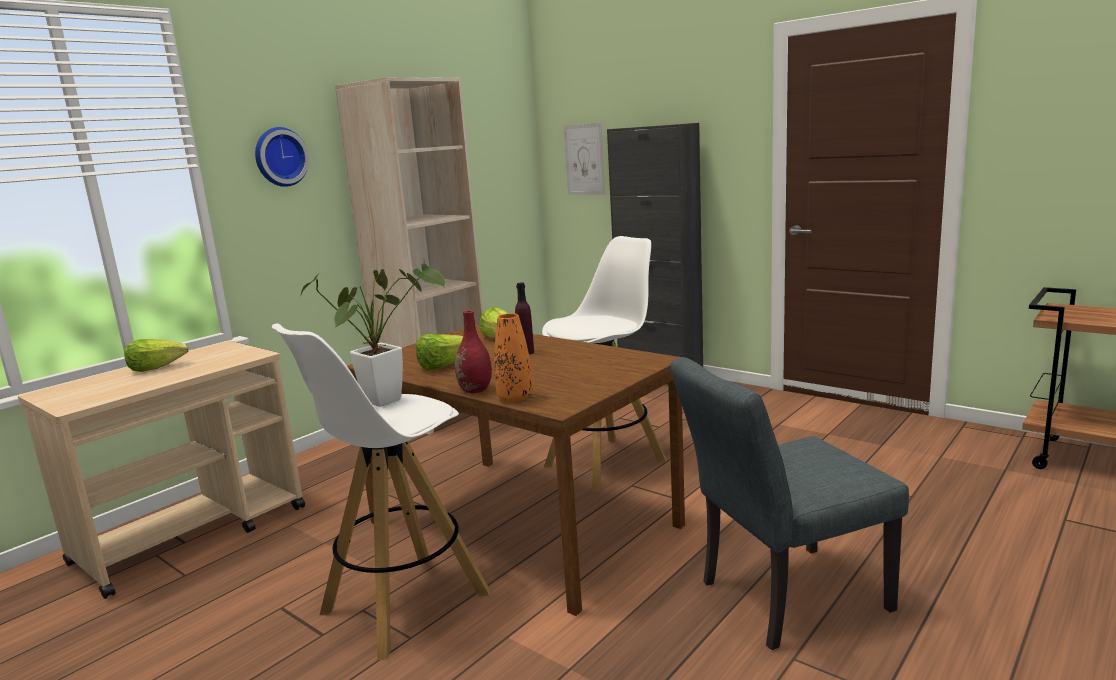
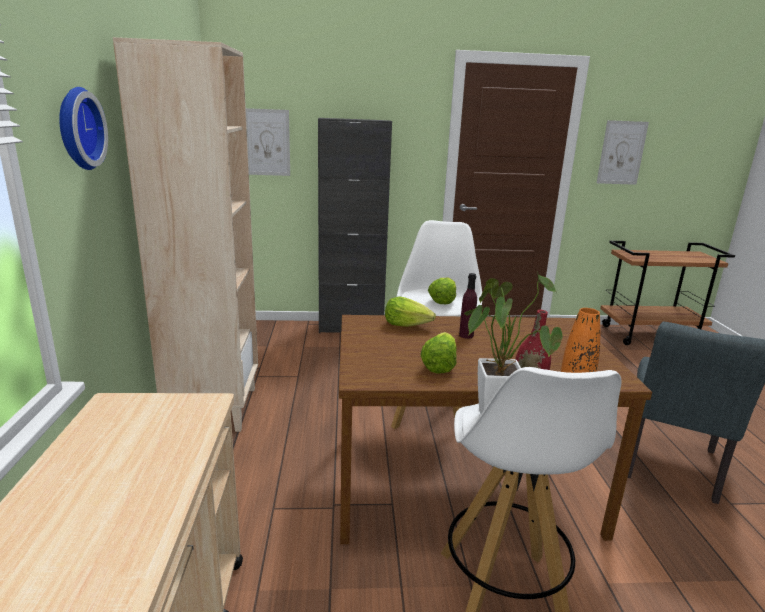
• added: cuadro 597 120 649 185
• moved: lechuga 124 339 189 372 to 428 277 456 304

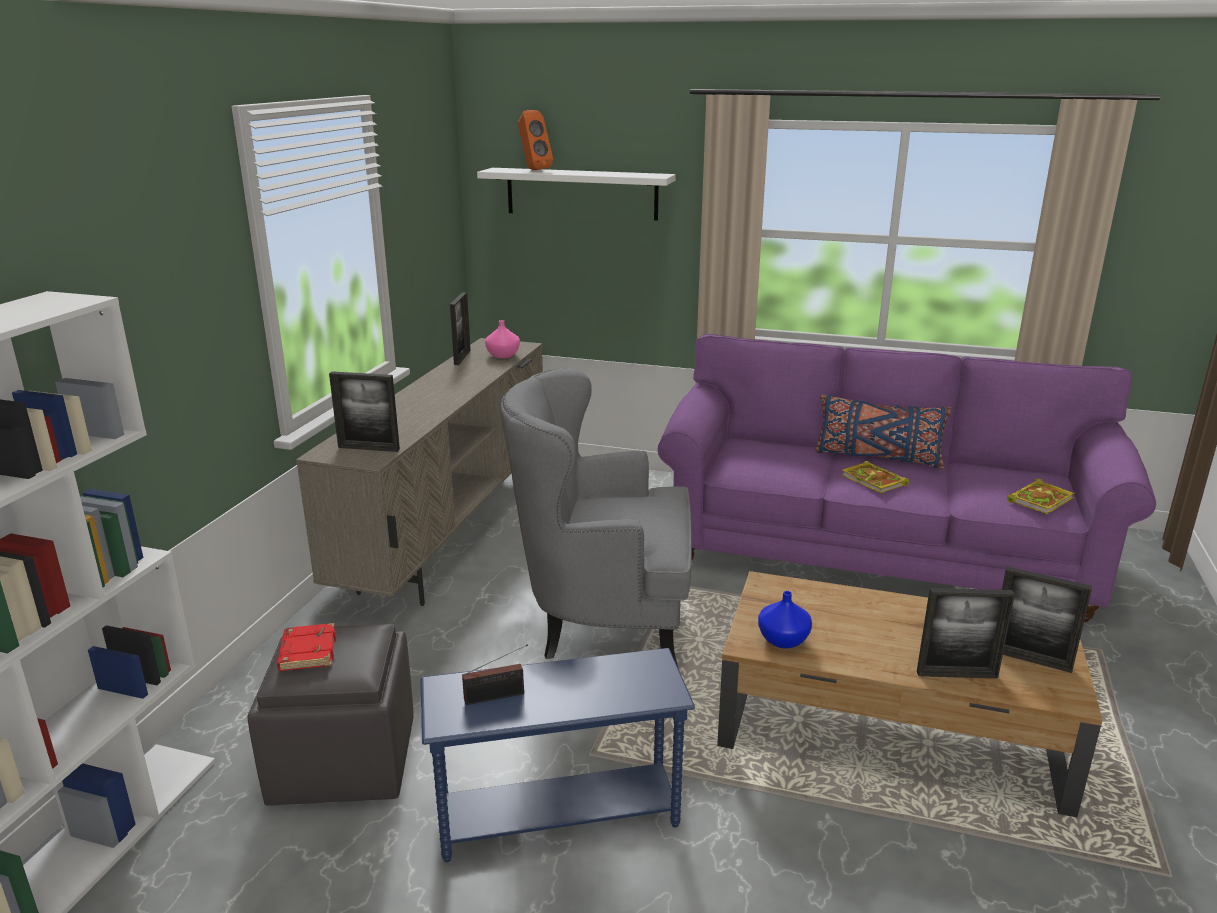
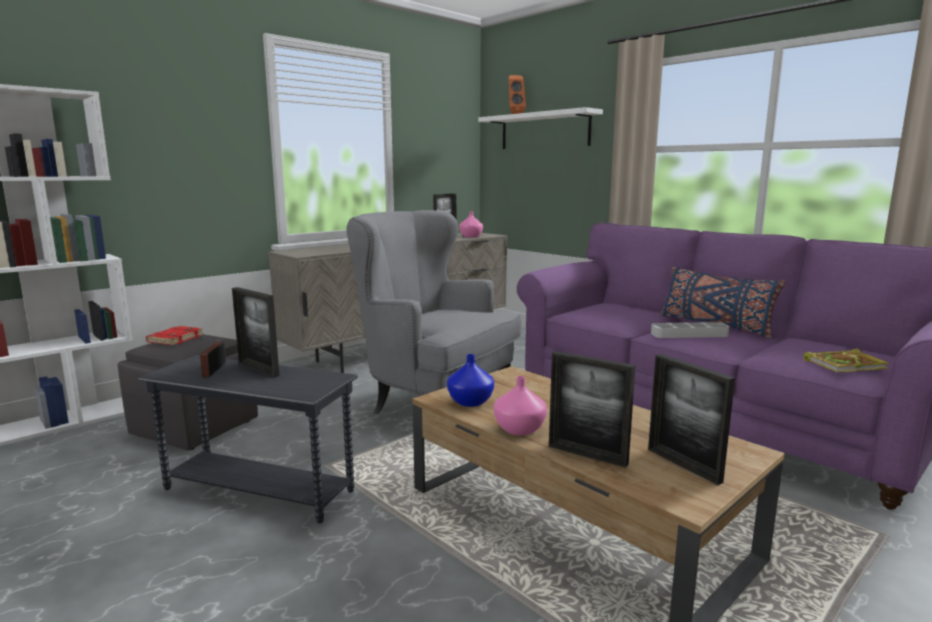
• added: florero (rosa) 494 376 547 436
• moved: portarretratos 329 371 400 452 to 232 287 280 377
• replaced: libro 842 461 909 493 to bandeja (gris) 651 322 729 338
• recoloured: mesa auxiliar (azul) 420 648 695 862 to mesa auxiliar (gris) 138 355 358 523
• turned: radio 462 644 528 705 = 200 339 226 377 75 degrees clockwise

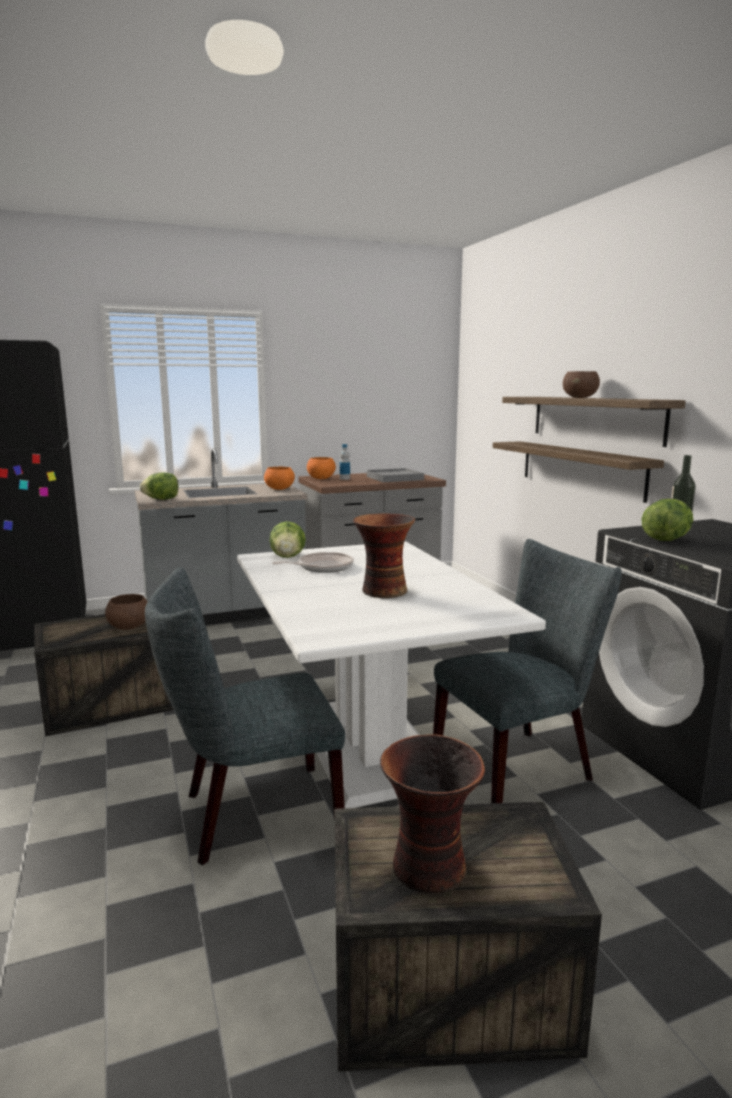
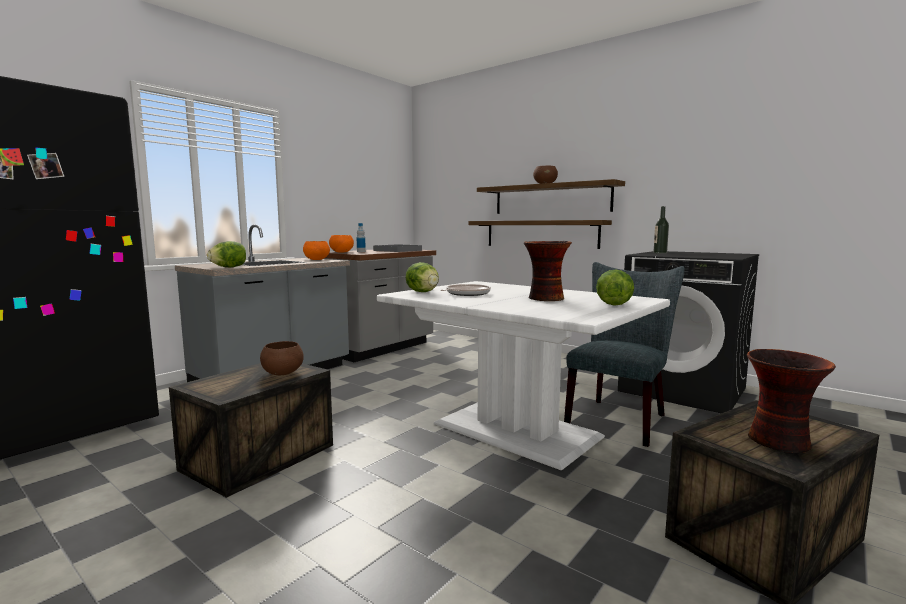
• removed: silla (gris) 145 567 345 865
• moved: lechuga 642 499 693 541 to 596 269 634 306

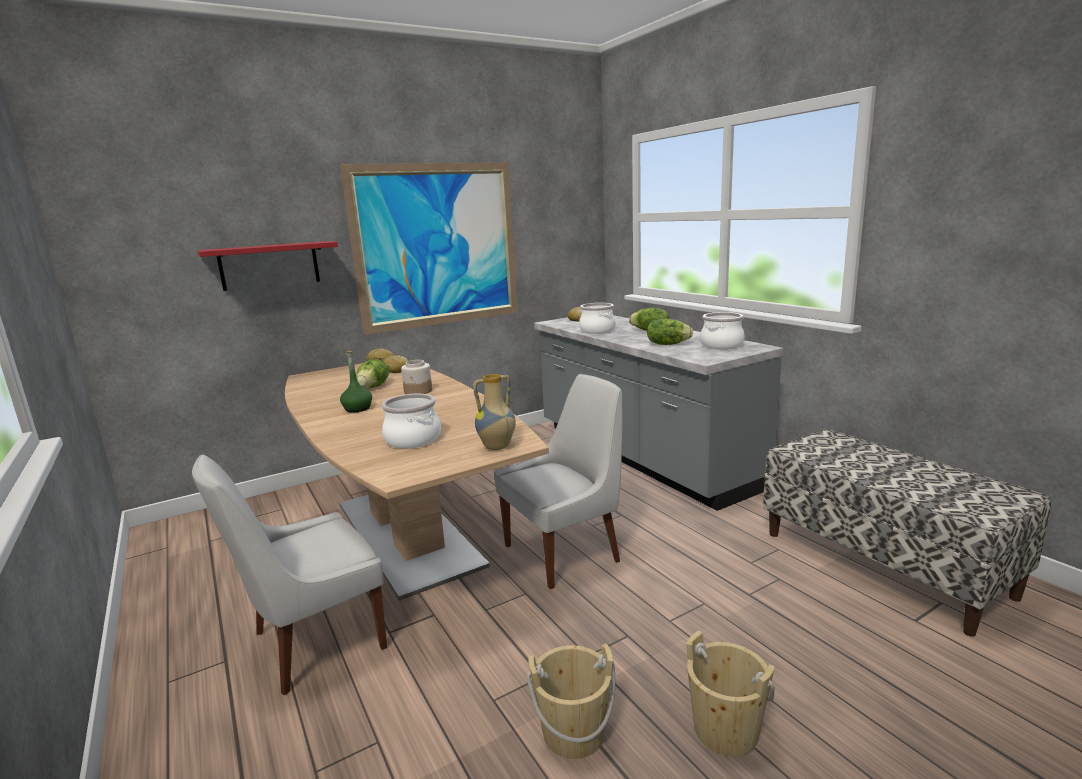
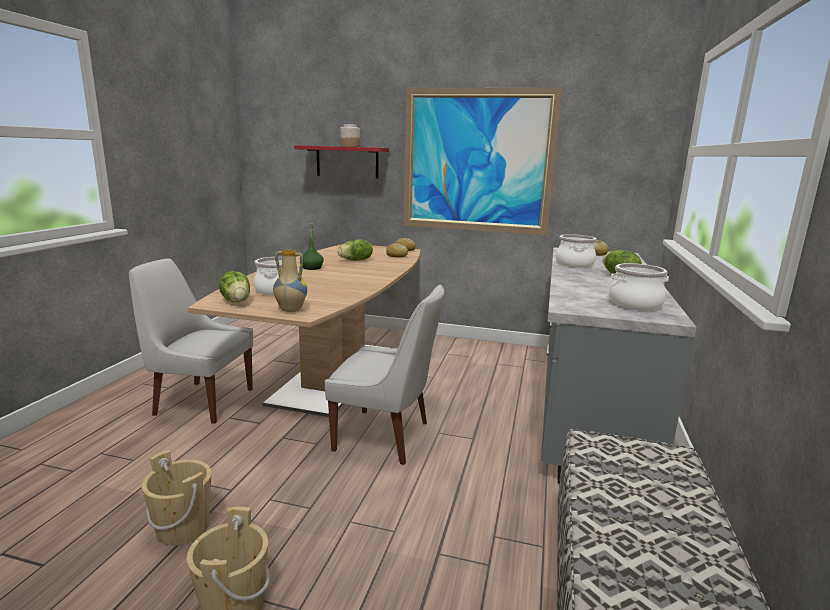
• moved: tarro 401 360 432 394 to 340 124 360 147
• moved: lechuga 647 319 693 345 to 219 271 250 302

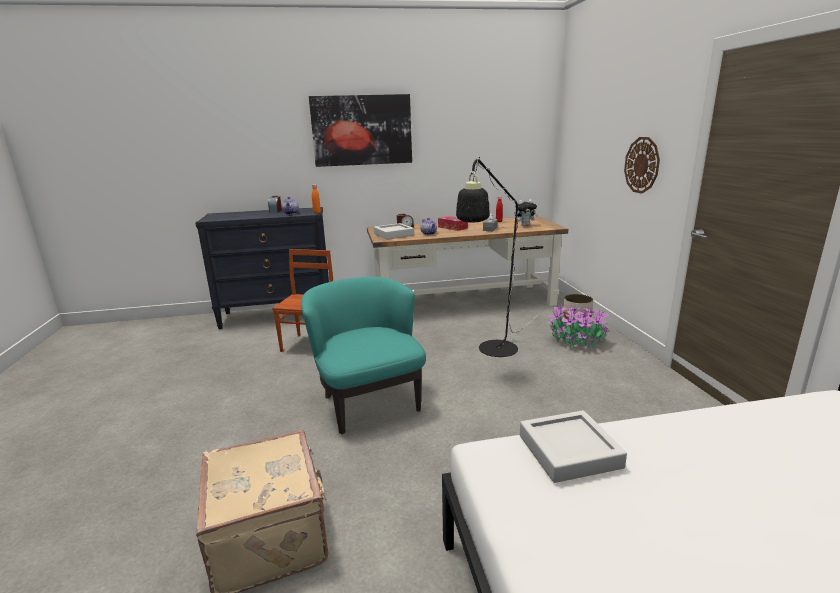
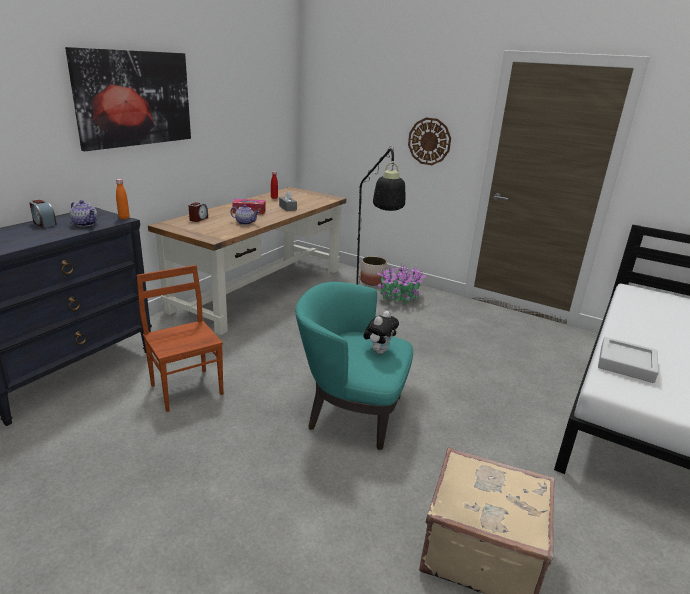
• removed: bandeja (gris) 374 223 414 239
• moved: peluche 515 199 538 226 to 363 311 399 354

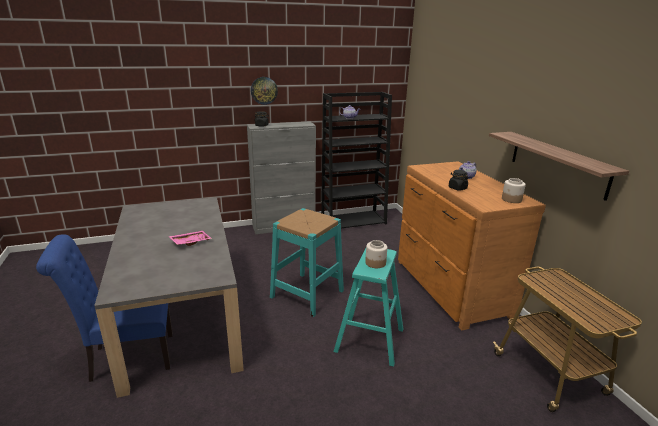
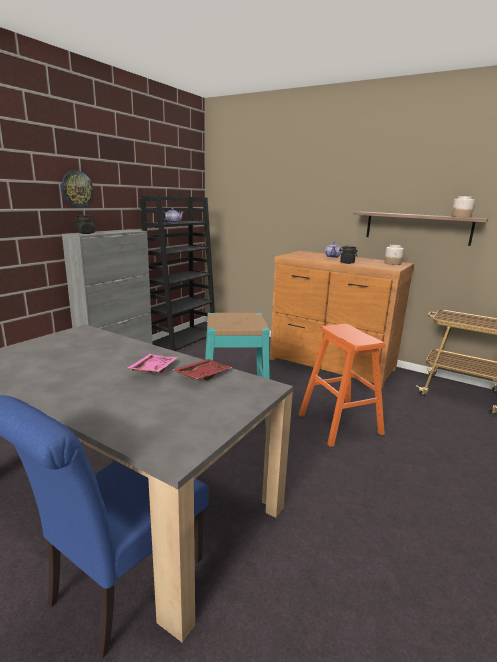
• added: bandeja (rojo) 172 359 233 381
• moved: tarro 365 240 387 268 to 451 196 475 218
• recoloured: taburete (turquesa) 334 249 403 367 to taburete (naranja) 298 324 385 447

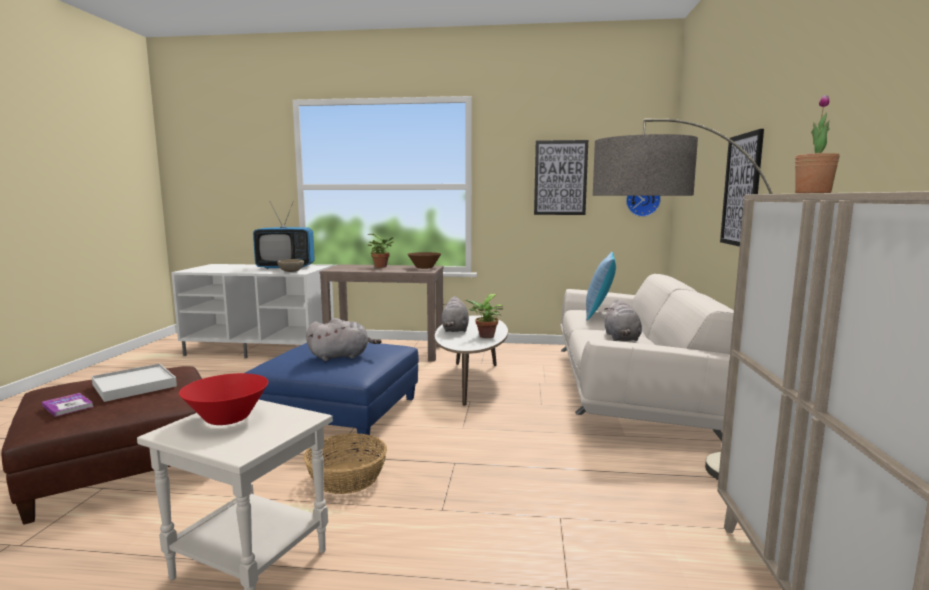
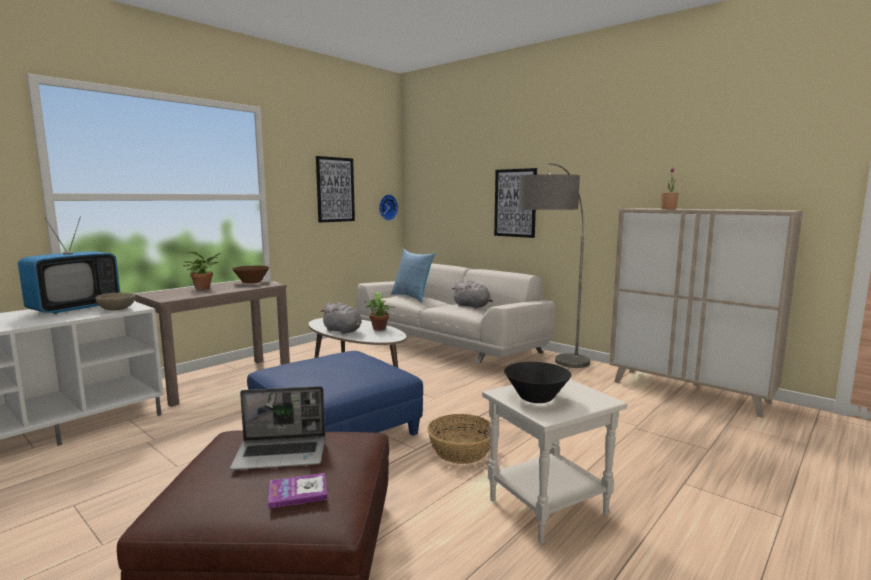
• removed: peluche (gris) 306 318 382 361
• replaced: bandeja (blanco) 92 363 177 402 to portátil 230 386 325 470
• recoloured: cuenco (rojo) 179 373 268 425 to cuenco (negro) 504 362 571 403

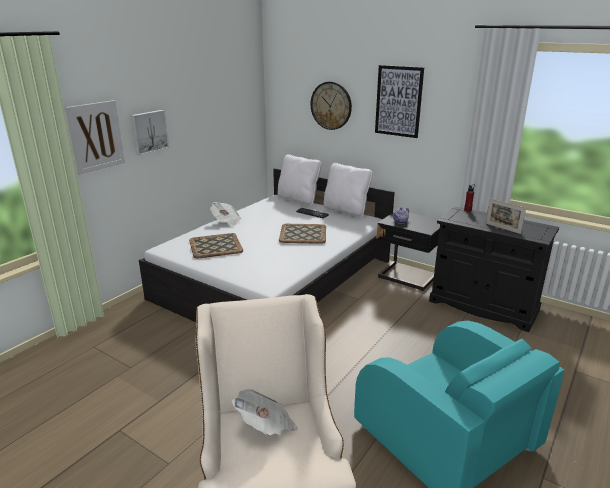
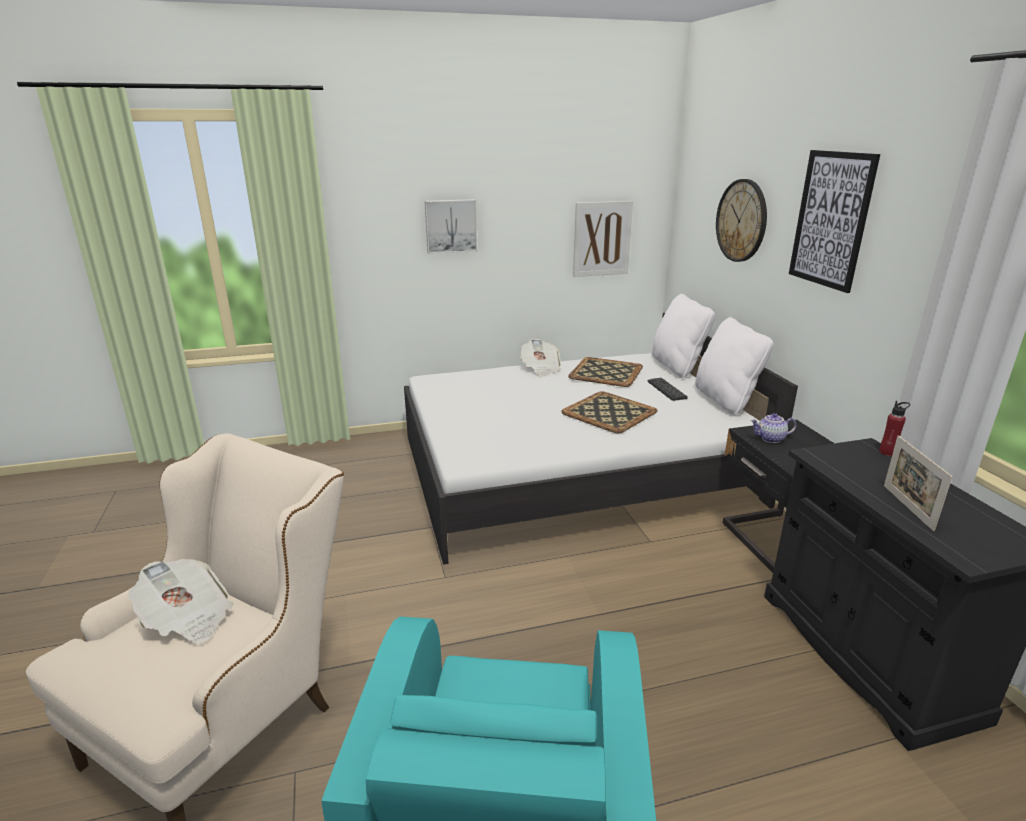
• moved: cuadro 65 100 125 175 to 573 201 633 277
• moved: bandeja 189 233 243 259 to 568 357 643 387

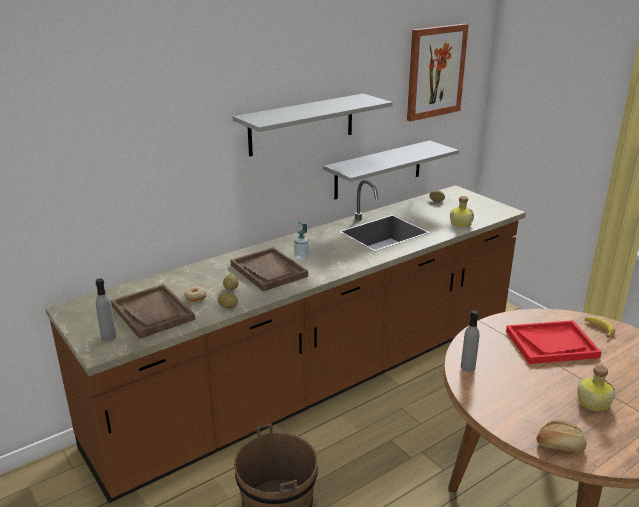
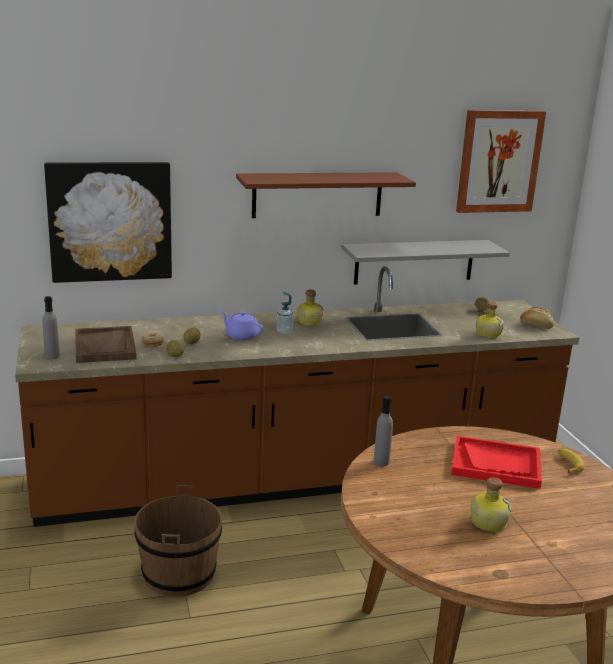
• added: cuadro 44 162 172 283
• added: botella 296 289 324 325
• moved: pan 537 420 587 452 to 520 307 554 329
• replaced: bandeja (marrón) 231 247 308 291 to tetera (morado) 221 310 263 341
• recoloured: estante (gris) 233 94 393 156 to estante (marrón) 236 172 416 218

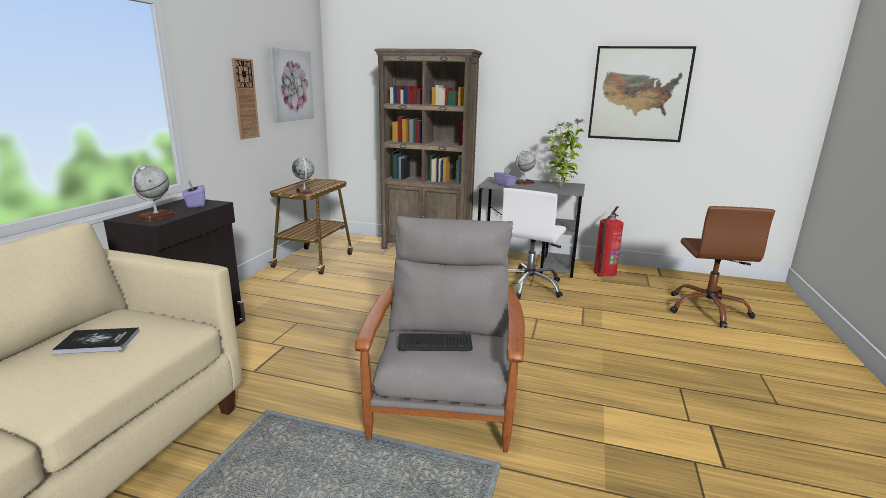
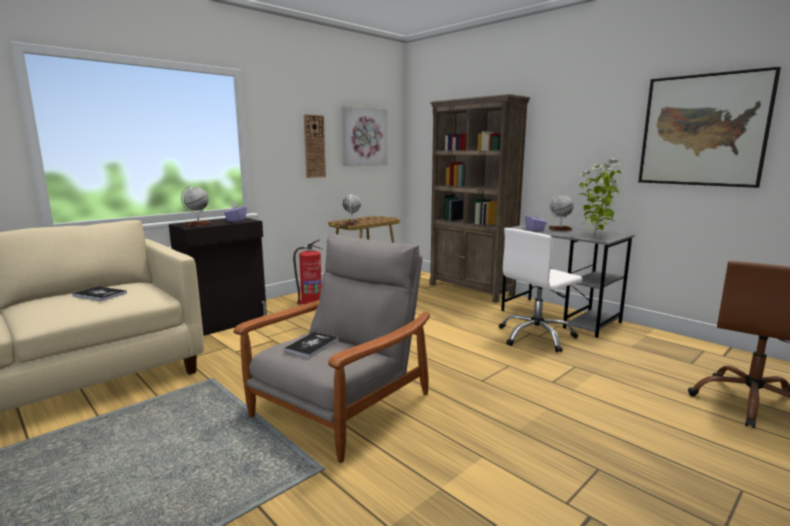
• moved: extintor 593 206 624 277 to 293 239 322 304
• replaced: teclado 398 333 472 351 to libro 284 332 339 358

